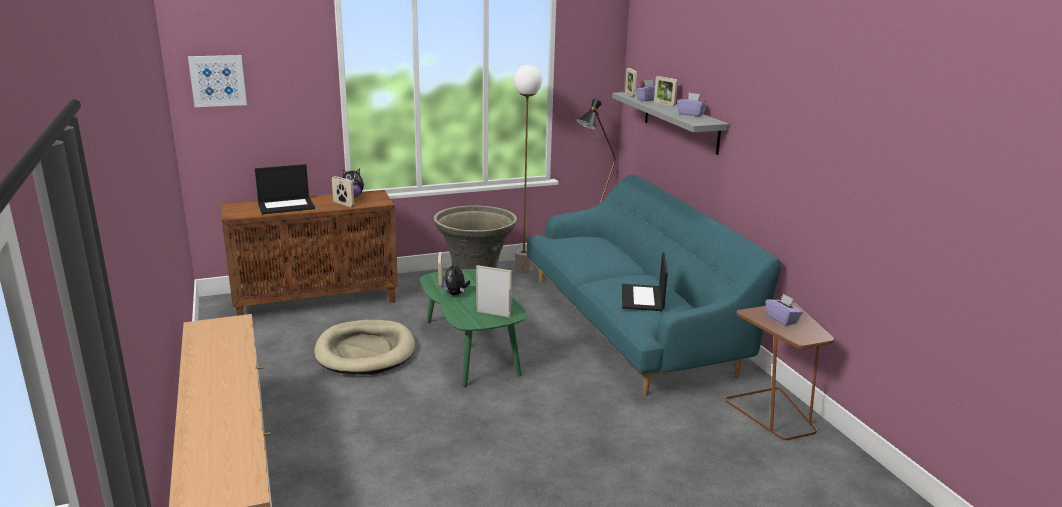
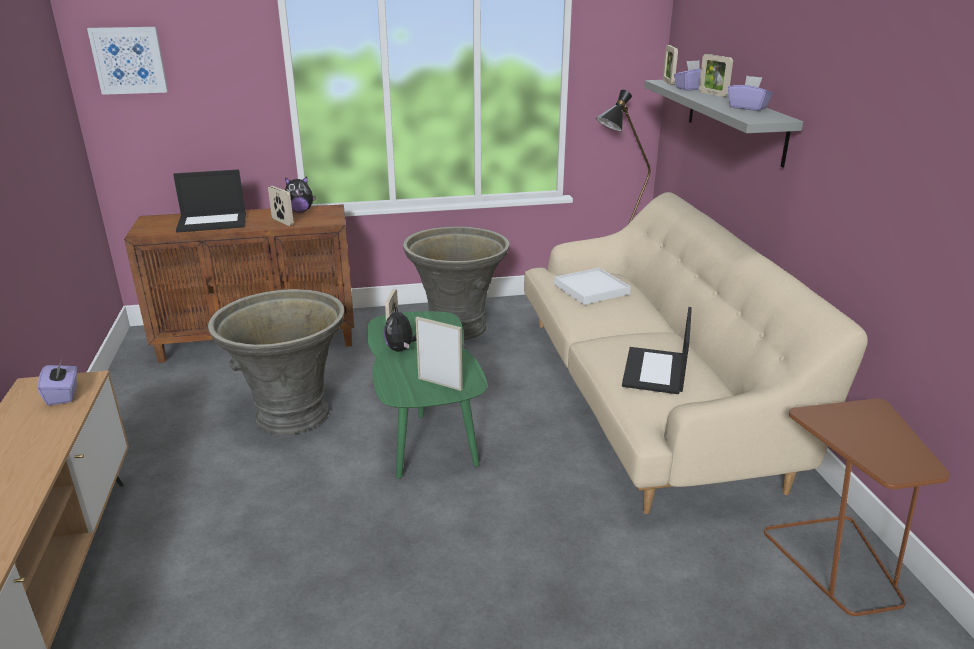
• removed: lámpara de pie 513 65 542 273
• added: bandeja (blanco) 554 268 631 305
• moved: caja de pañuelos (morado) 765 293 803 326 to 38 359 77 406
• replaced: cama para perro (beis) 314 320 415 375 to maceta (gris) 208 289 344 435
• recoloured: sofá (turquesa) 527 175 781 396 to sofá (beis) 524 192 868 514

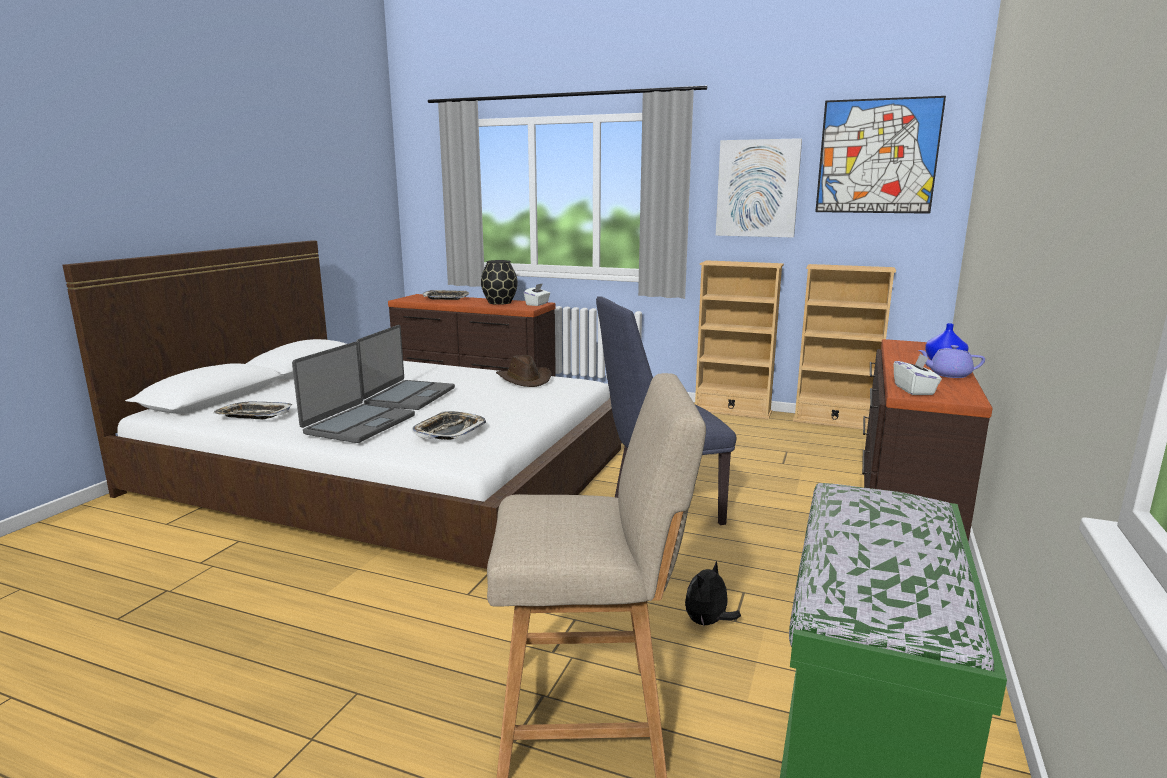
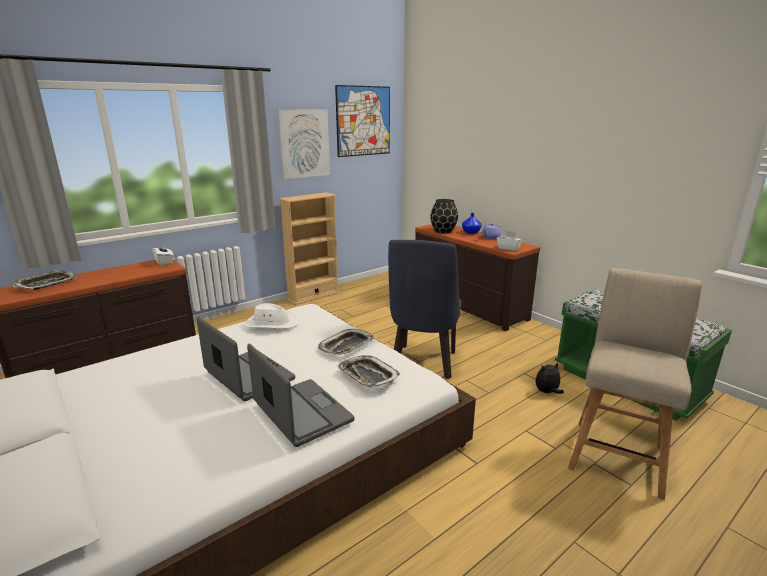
• removed: estantería (beis) 793 264 896 430
• moved: bandeja 213 401 292 419 to 318 329 374 355
• moved: florero (negro) 481 260 518 305 to 430 199 458 234
• recoloured: sombrero (marrón) 496 355 552 387 to sombrero (blanco) 244 303 300 329
• turned: peluche 685 561 741 626 = 536 362 564 394 90 degrees clockwise

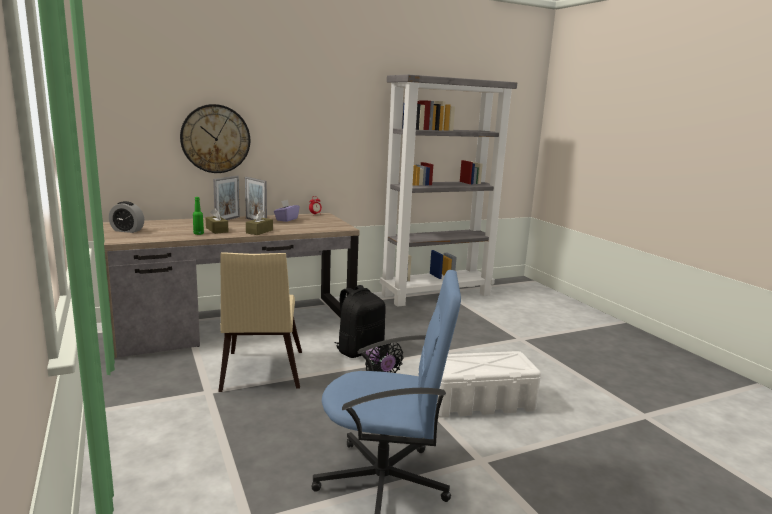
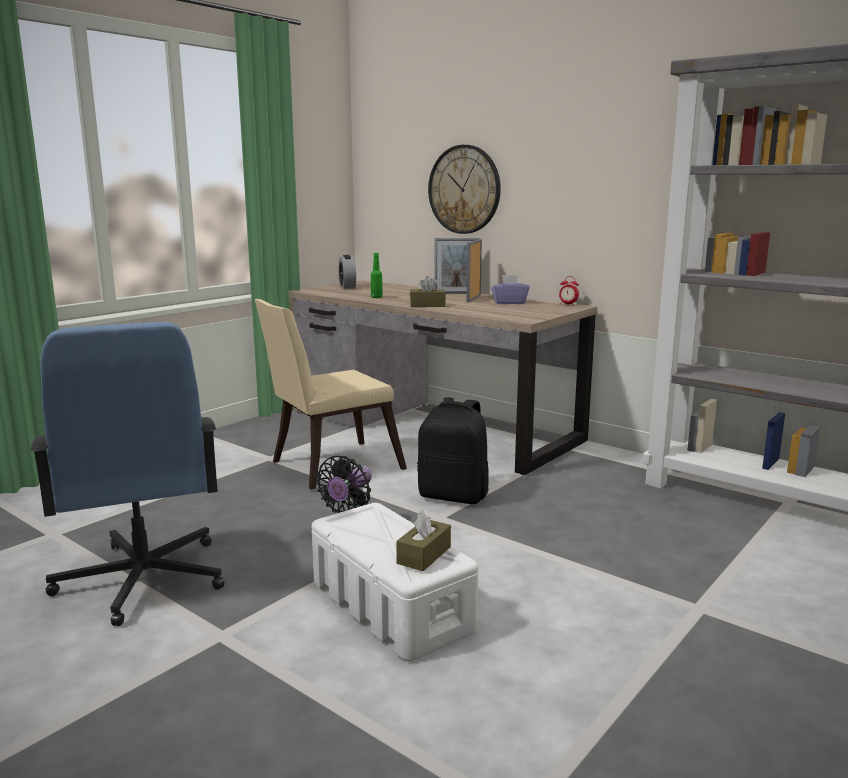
• moved: caja de pañuelos (marrón) 206 208 229 234 to 396 509 451 571

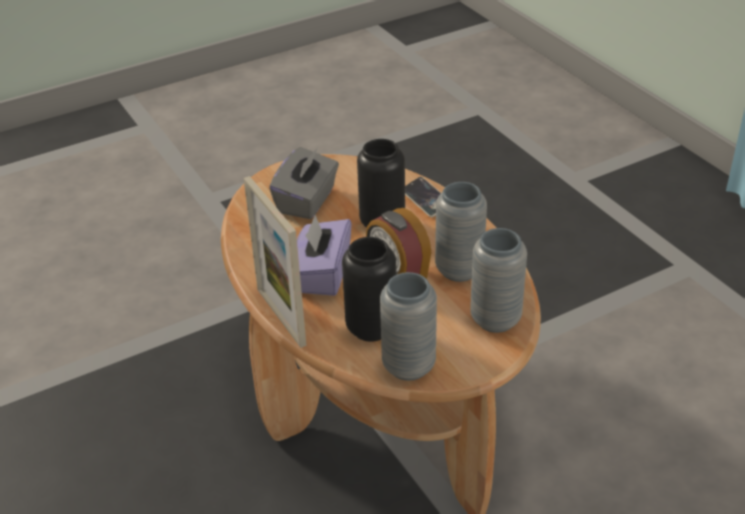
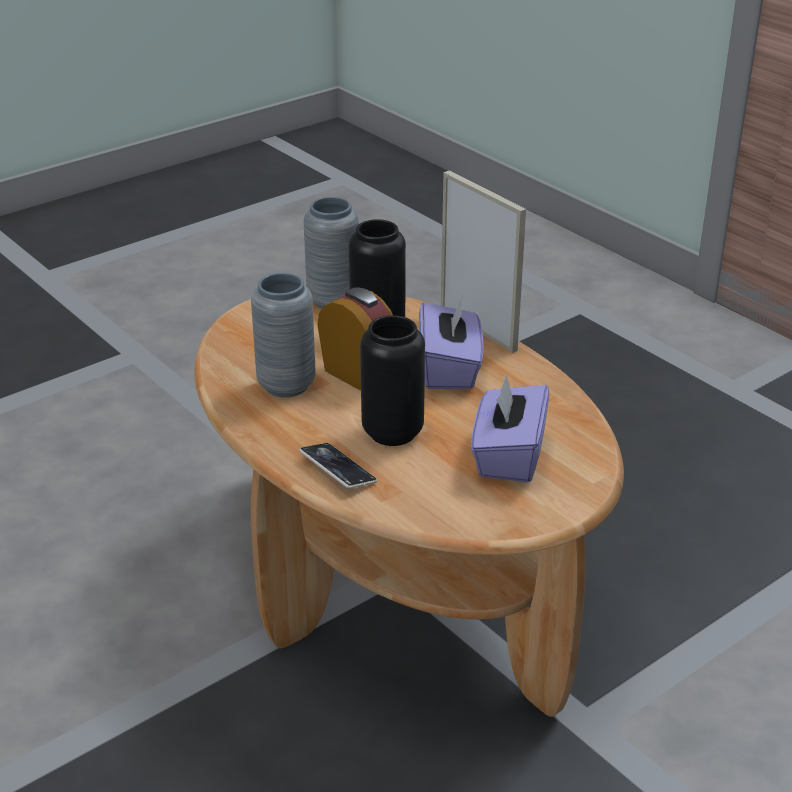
• removed: florero (gris) 470 228 527 333
• recoloured: caja de pañuelos (gris) 269 147 339 219 to caja de pañuelos (morado) 471 375 549 483

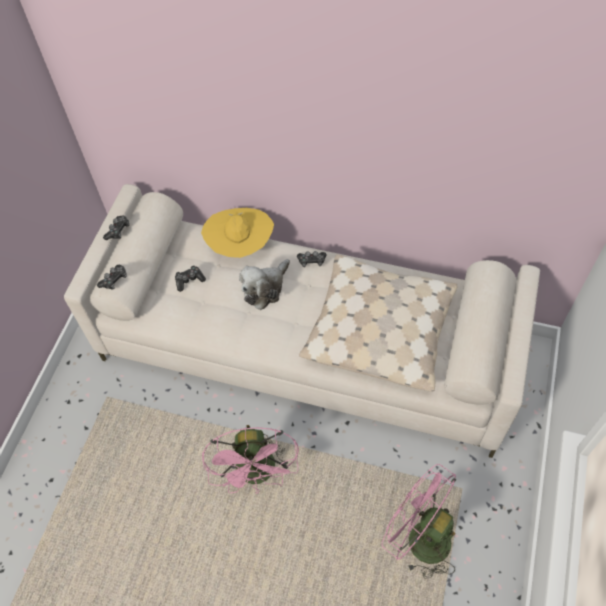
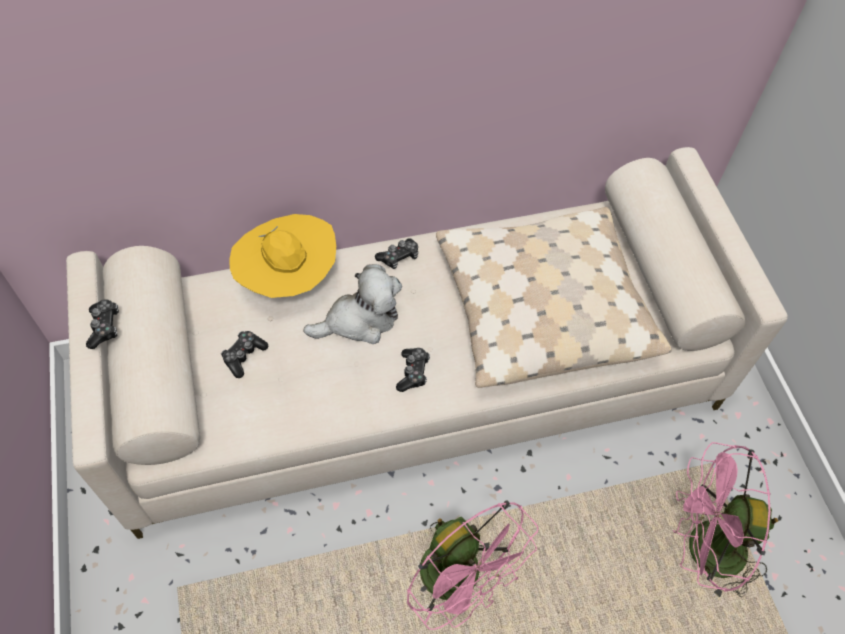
• moved: mando de consola 97 265 127 289 to 396 348 430 392
• turned: peluche 239 259 290 310 = 303 264 402 344 120 degrees counterclockwise

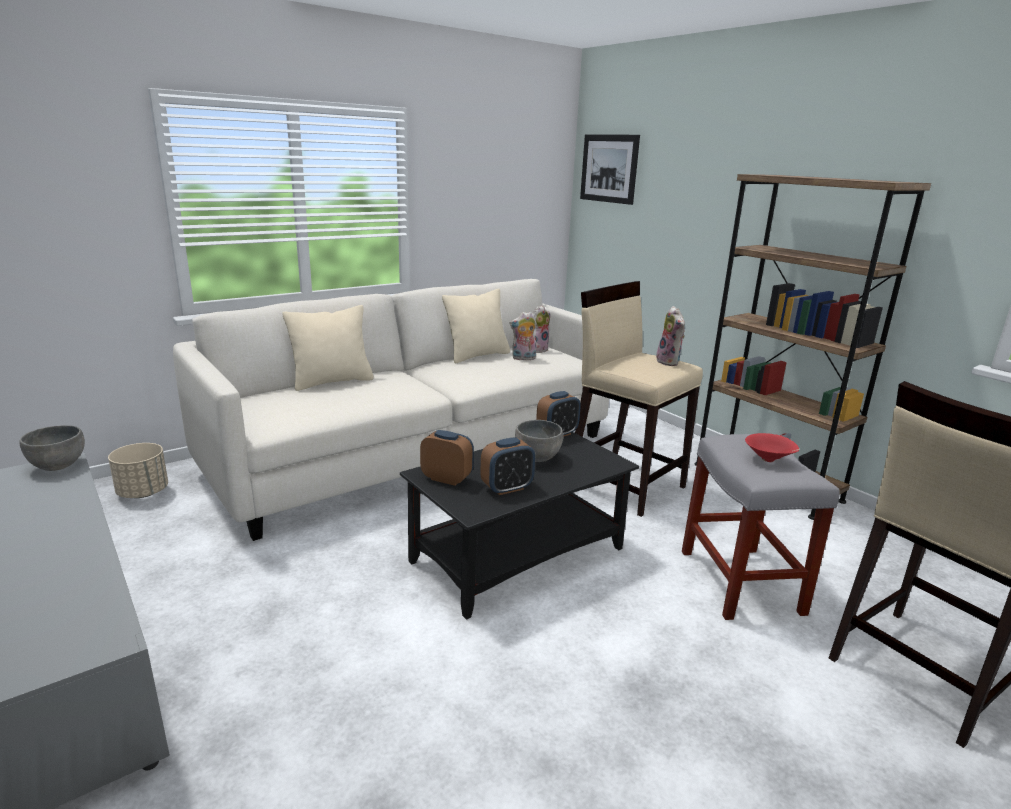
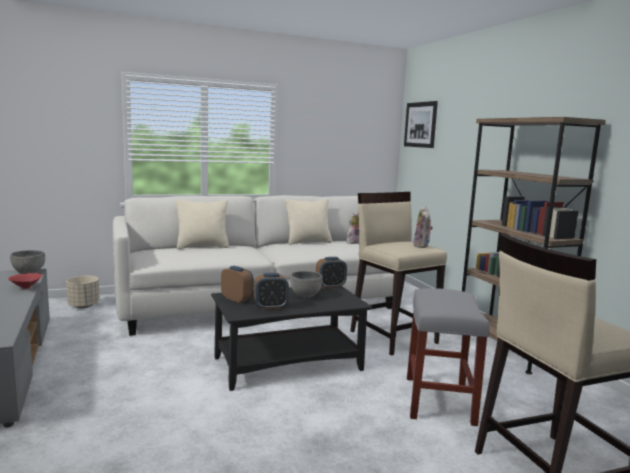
• removed: peluche 509 311 537 360
• moved: cuenco (rojo) 745 433 799 462 to 8 273 42 289

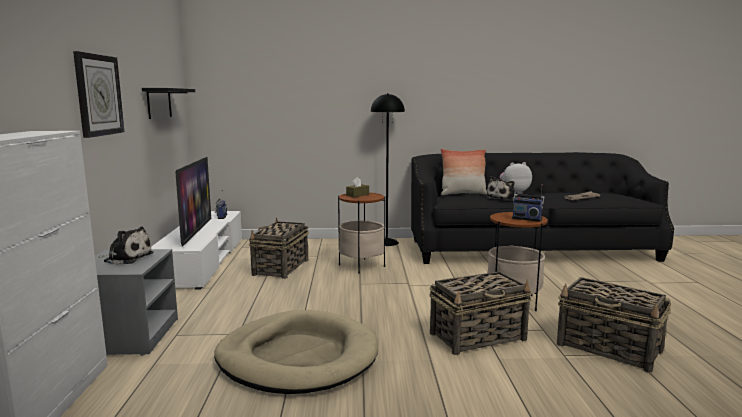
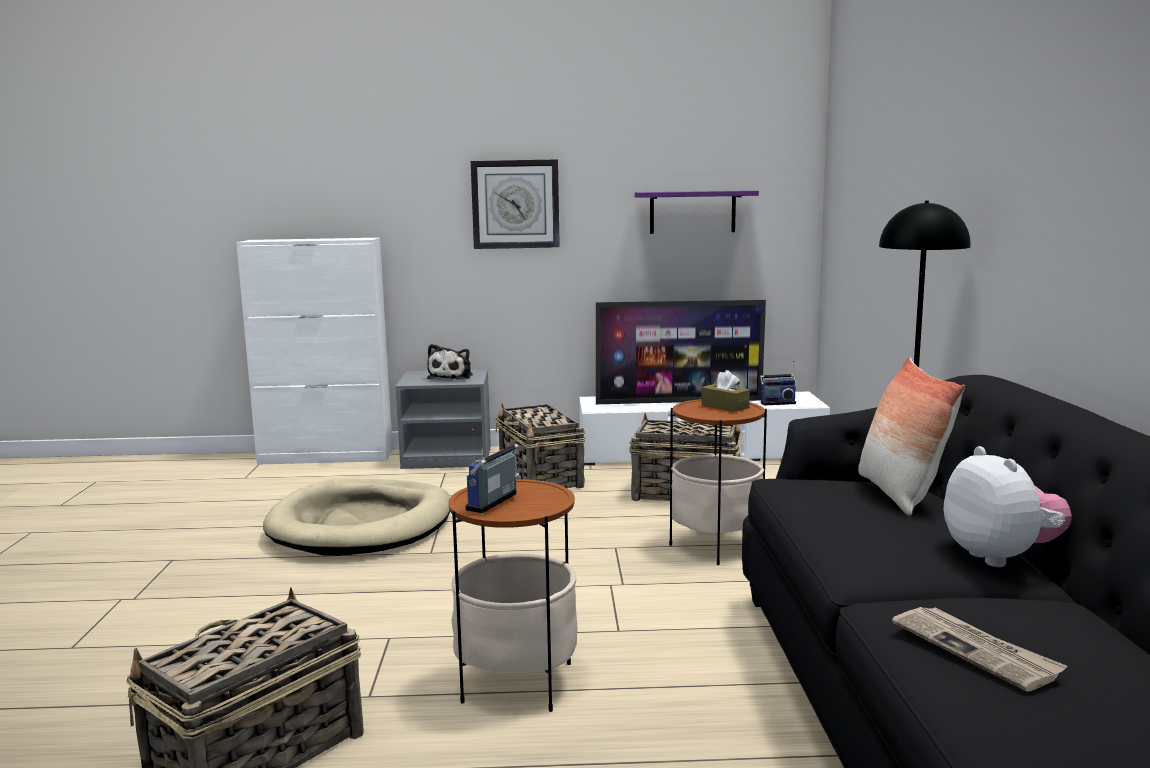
• removed: peluche 485 176 516 201
• moved: cesta 429 271 532 355 to 495 404 585 488
• recoloured: estante (negro) 142 88 195 119 to estante (morado) 635 190 759 234

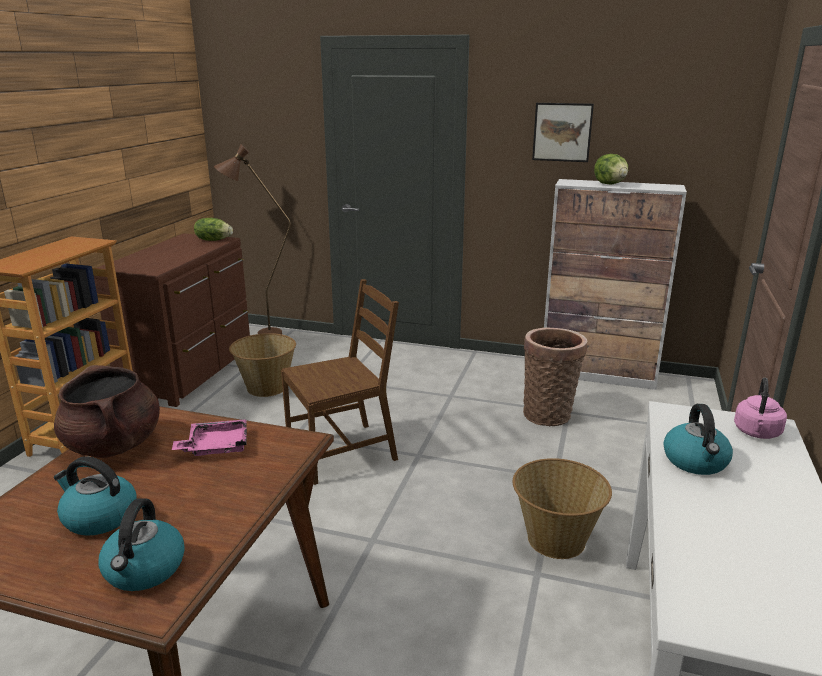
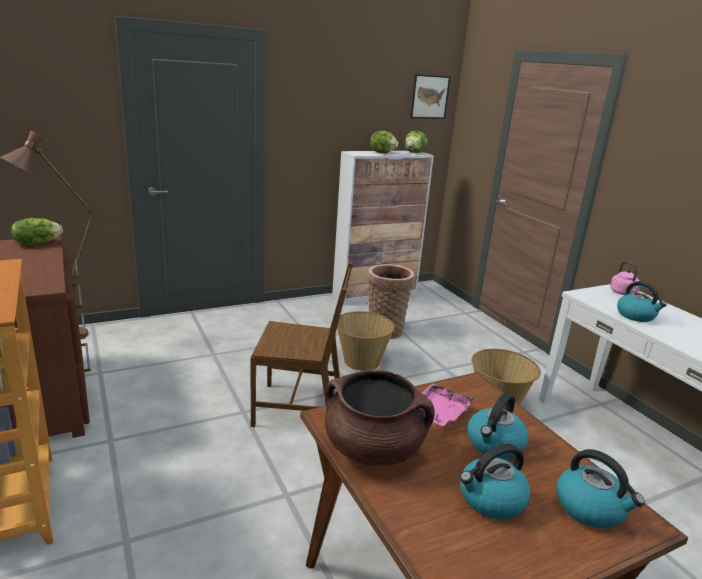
• added: lechuga 405 131 428 153
• added: hervidor 467 393 528 459
• moved: cesta 229 333 296 397 to 337 311 395 371
• moved: cuadro 532 103 594 162 to 410 74 450 119
• turned: silla (marrón) 281 279 399 485 = 250 262 353 427 75 degrees clockwise

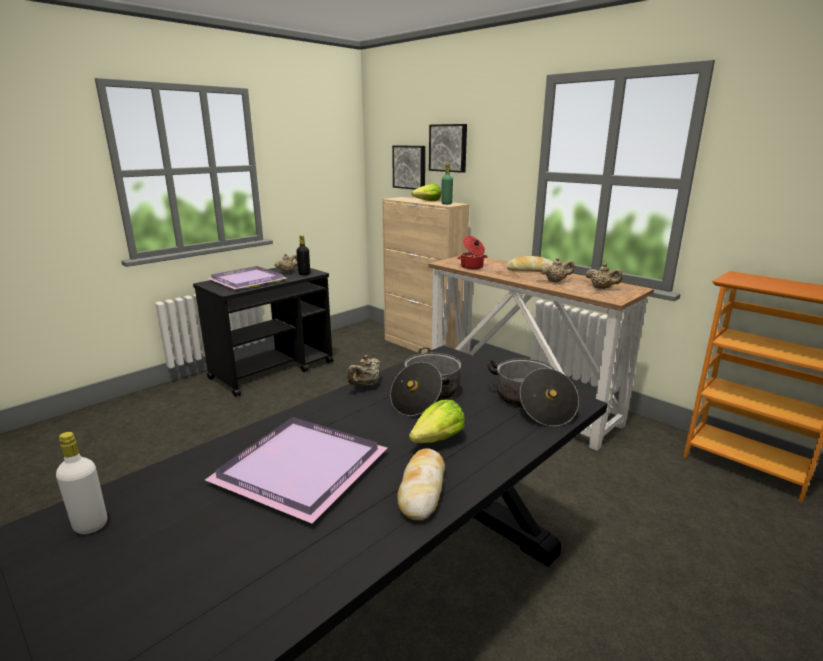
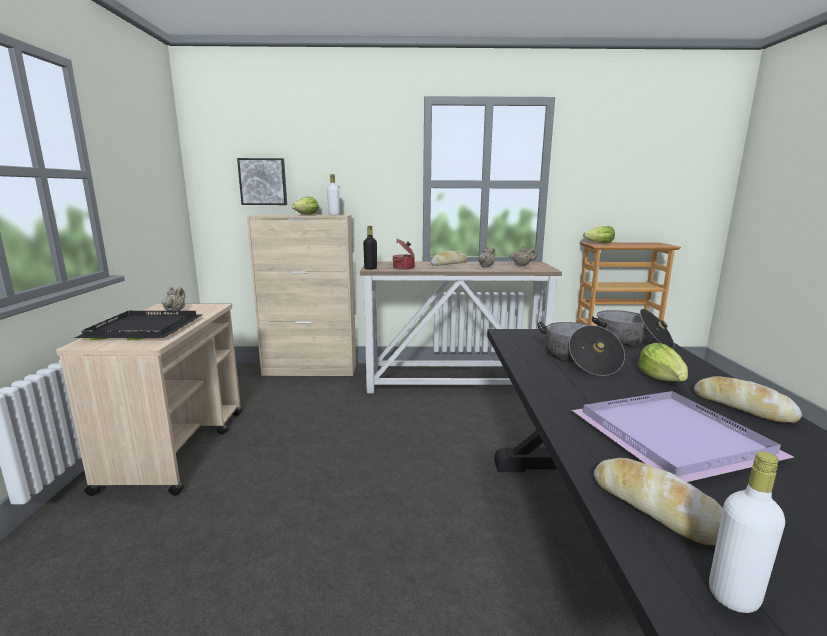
• removed: tetera (beis) 347 355 381 388
• removed: cuadro 429 124 467 173
• added: lechuga 583 226 615 243
• added: pan 594 458 723 546
• moved: botella (negro) 296 235 310 275 to 363 226 377 270
• recoloured: carrito (negro) 193 265 333 397 to carrito (beis) 56 303 242 496
• recoloured: bandeja (morado) 207 266 286 289 to bandeja (negro) 75 311 202 340
• recoloured: botella (verde) 442 164 453 205 to botella (blanco) 327 174 340 215

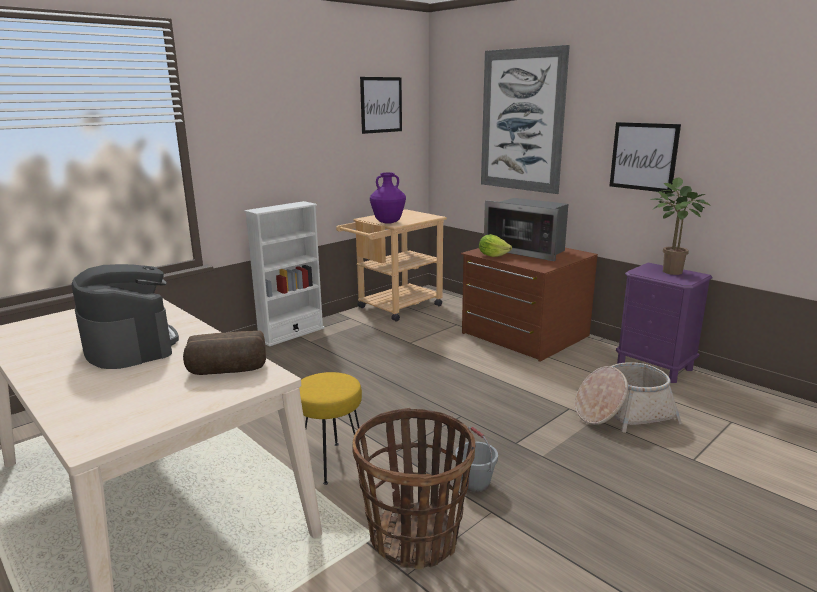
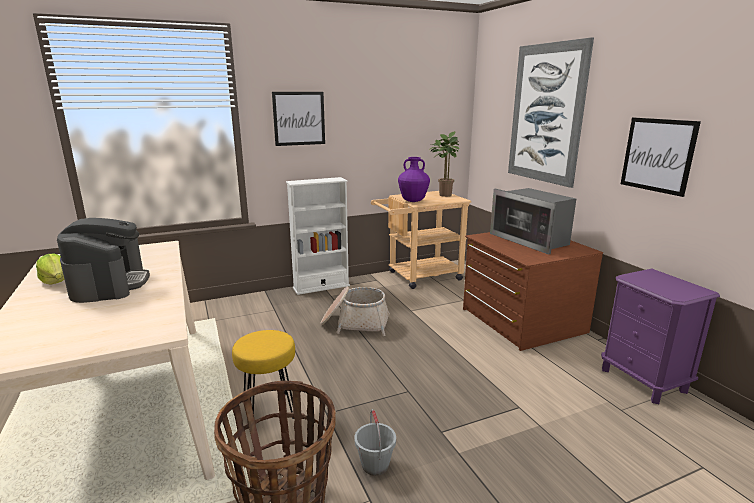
• removed: pan 183 330 266 375
• moved: cuadro 360 77 402 134 to 272 92 325 146
• moved: lechuga 479 234 512 257 to 36 254 64 285
• moved: cesta 575 362 682 433 to 321 287 390 336
• moved: planta en maceta 650 177 711 275 to 429 131 460 197

